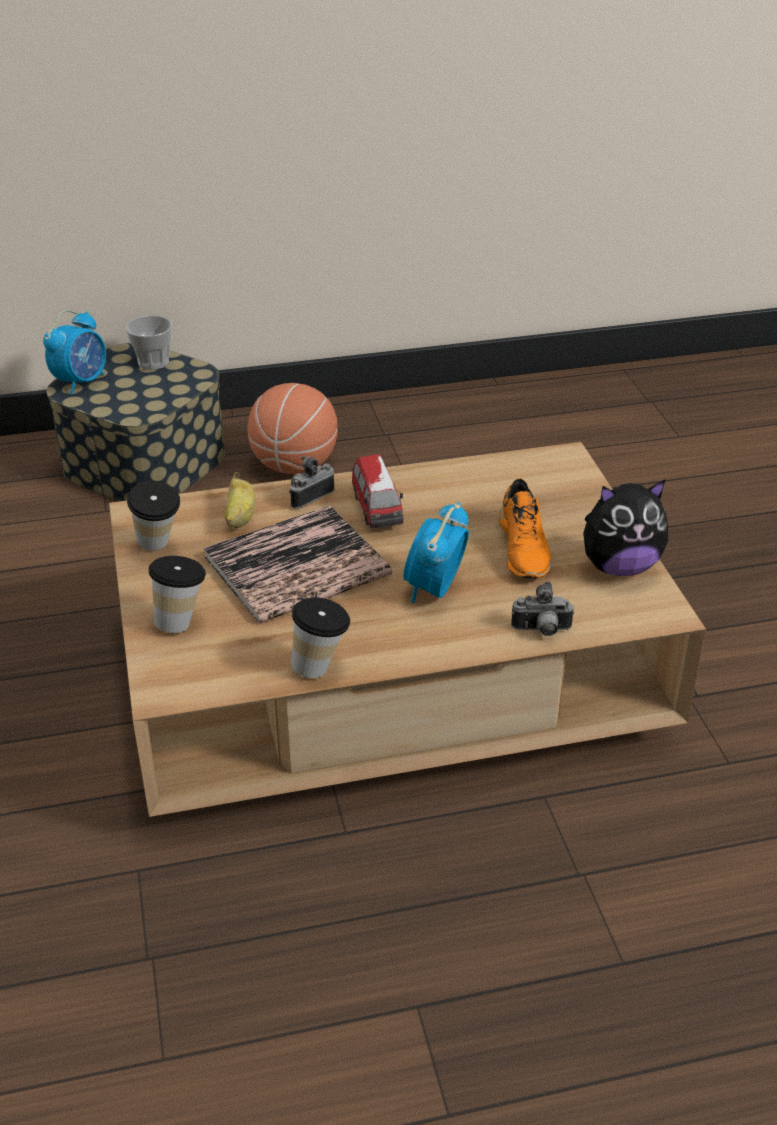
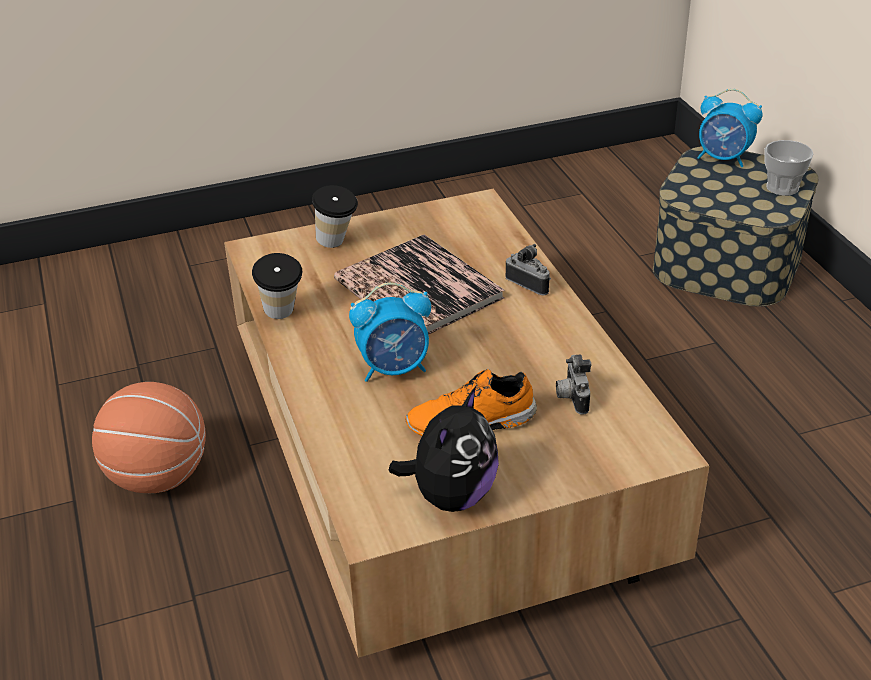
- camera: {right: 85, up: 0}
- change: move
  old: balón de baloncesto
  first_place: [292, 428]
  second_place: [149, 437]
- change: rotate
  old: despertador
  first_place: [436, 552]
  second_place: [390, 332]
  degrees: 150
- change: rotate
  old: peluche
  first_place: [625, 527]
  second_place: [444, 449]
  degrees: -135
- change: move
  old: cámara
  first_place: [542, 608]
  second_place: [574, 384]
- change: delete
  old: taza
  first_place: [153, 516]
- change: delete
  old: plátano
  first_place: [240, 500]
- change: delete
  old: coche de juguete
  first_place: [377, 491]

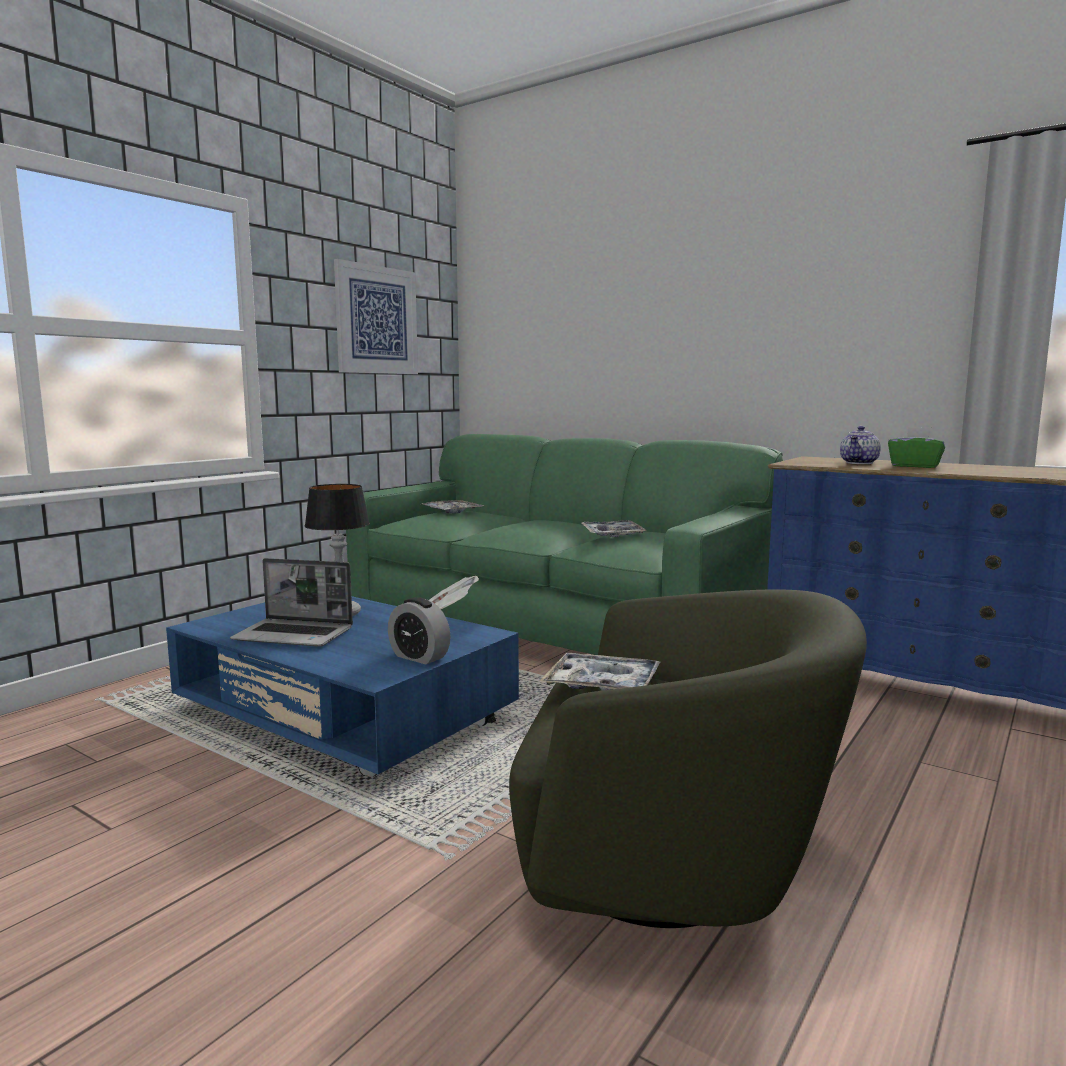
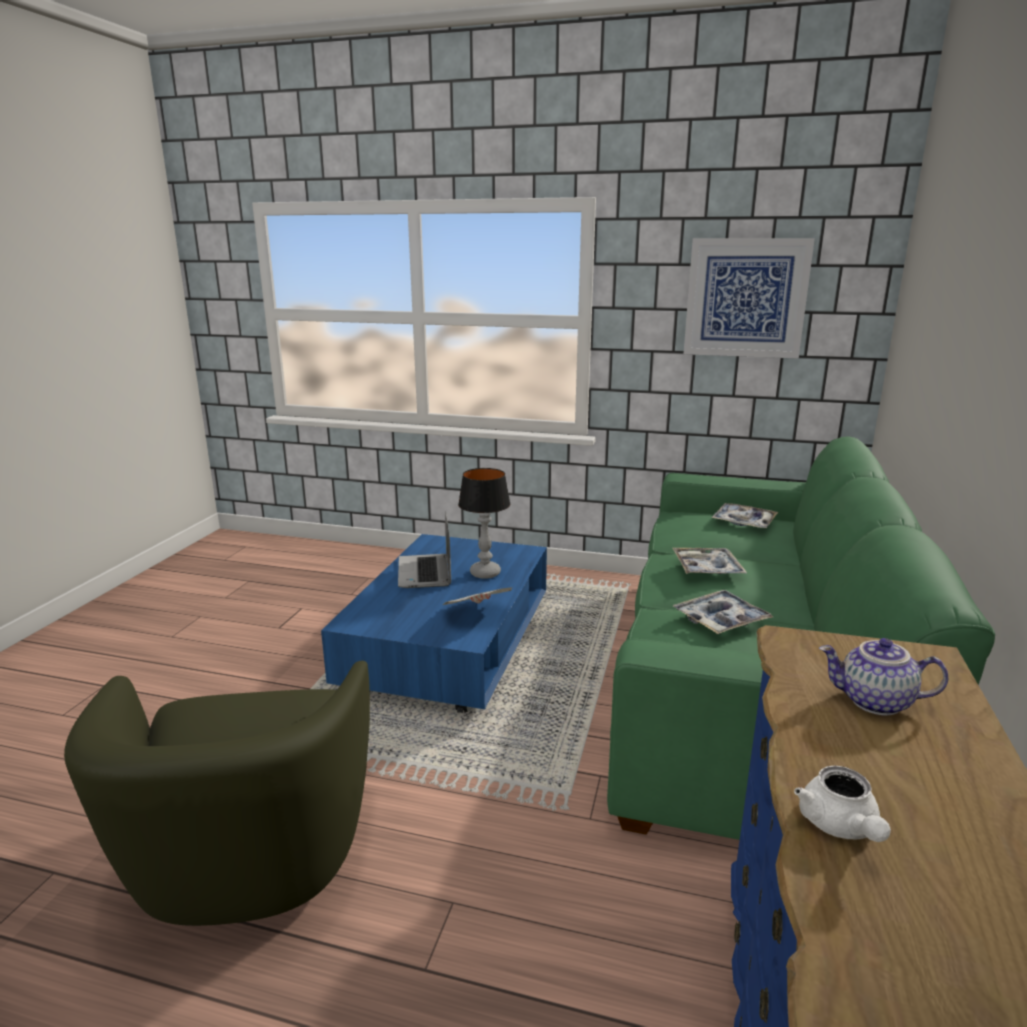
- camera: {right: 70, up: 10}
- change: move
  old: bandeja
  first_place: [600, 671]
  second_place: [709, 561]
- change: insert
  new: tetera (blanco)
  second_place: [842, 804]
- change: delete
  old: despertador
  first_place: [419, 630]
- change: delete
  old: caja de pañuelos (verde)
  first_place: [916, 447]

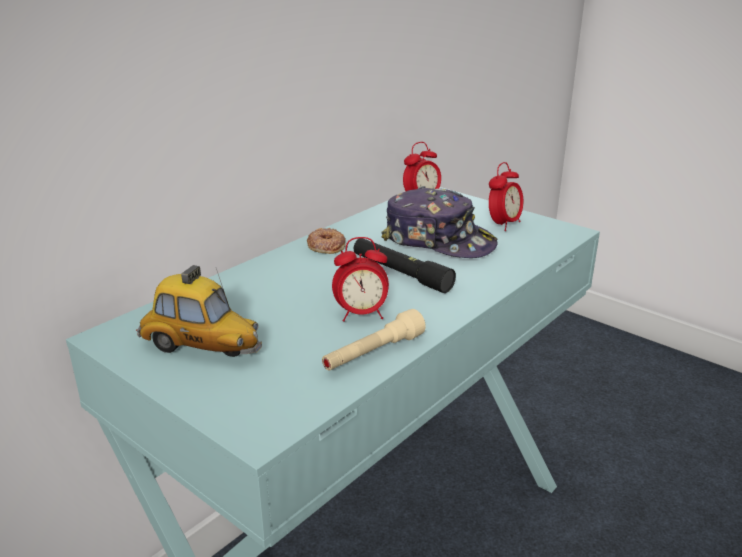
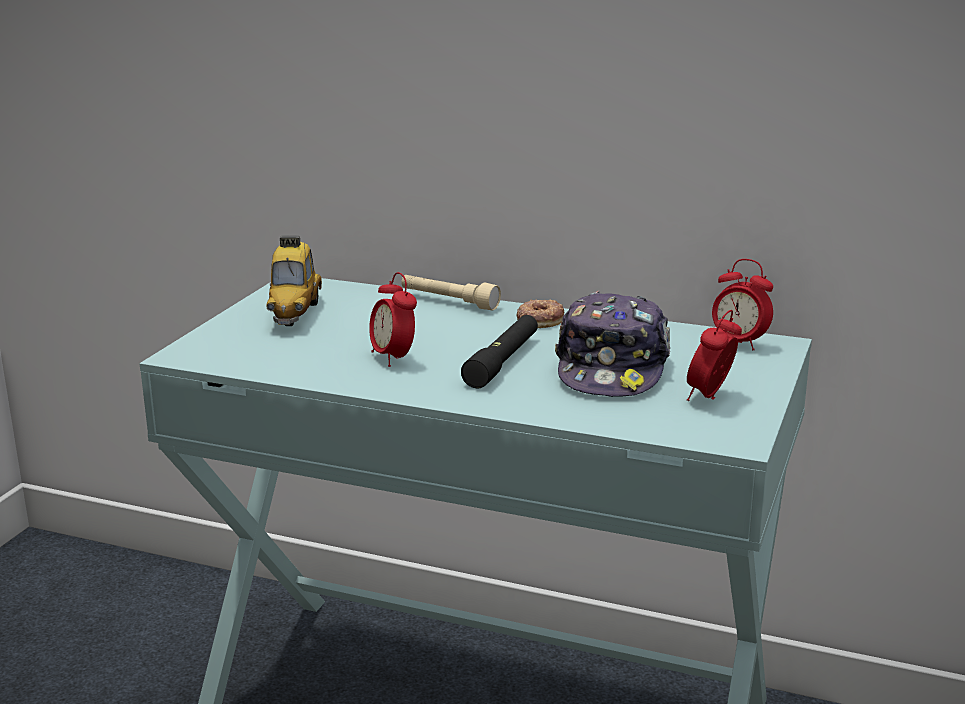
- camera: {right: 70, up: -5}
- change: move
  old: linterna (beis)
  first_place: [374, 339]
  second_place: [451, 292]
- change: rotate
  old: despertador
  first_place: [506, 196]
  second_place: [714, 355]
  degrees: 105

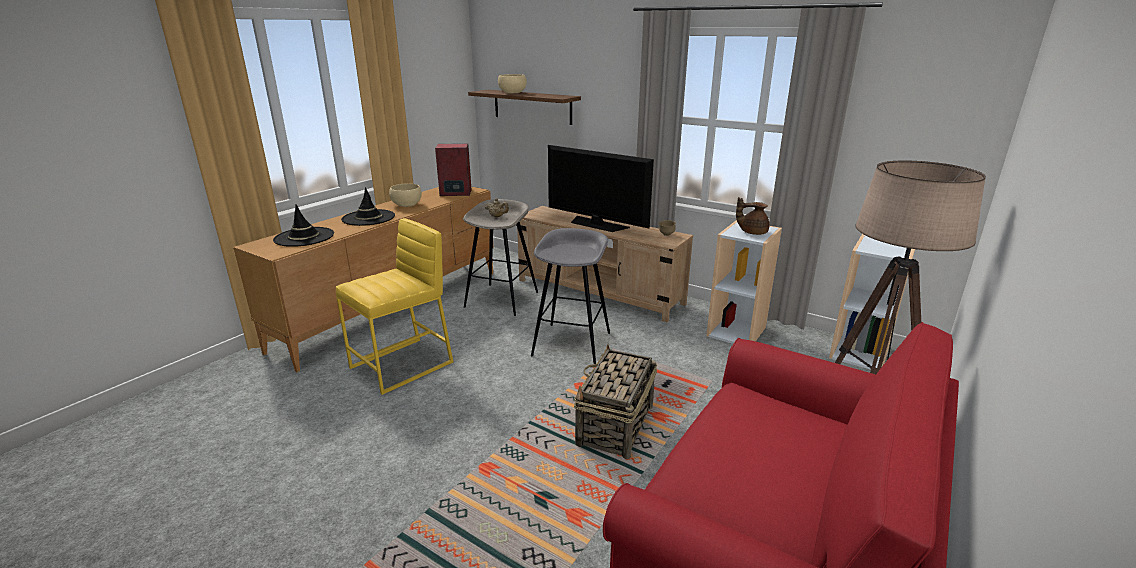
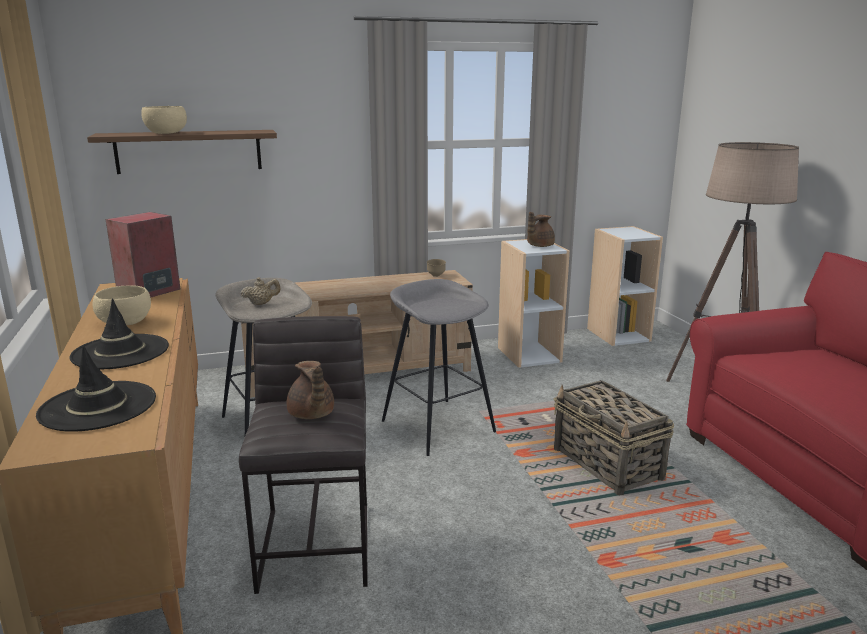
- camera: {right: -50, up: -5}
- change: recolor
  old: taburete (amarillo)
  new: taburete (gris)
  first_place: [394, 306]
  second_place: [303, 455]
- change: insert
  new: tetera (marrón)
  second_place: [310, 390]
- change: delete
  old: televisor
  first_place: [601, 188]

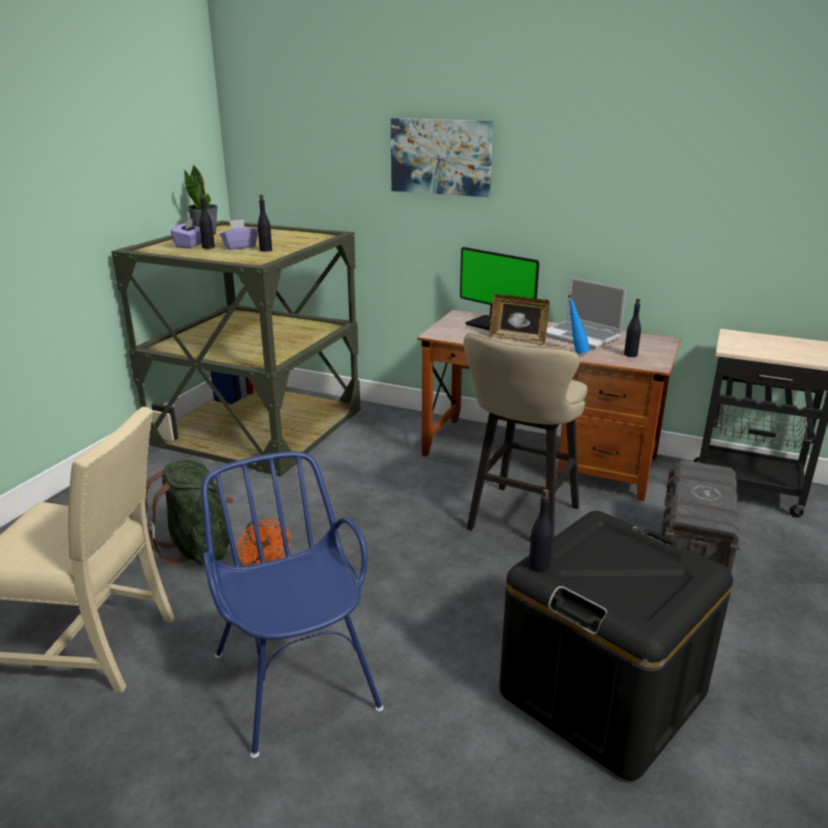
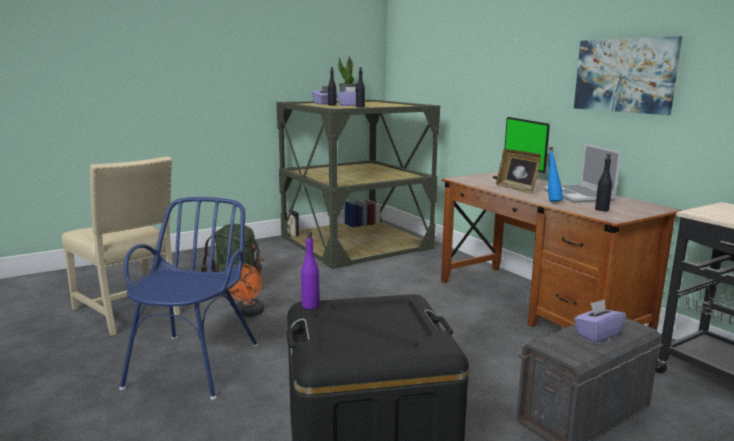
- camera: {right: 35, up: -10}
- change: recolor
  old: botella (negro)
  new: botella (morado)
  first_place: [541, 530]
  second_place: [310, 270]
- change: move
  old: cuadro
  first_place: [442, 157]
  second_place: [628, 75]
- change: insert
  new: caja de pañuelos (morado)
  second_place: [600, 321]
- change: delete
  old: taburete (beis)
  first_place: [525, 435]

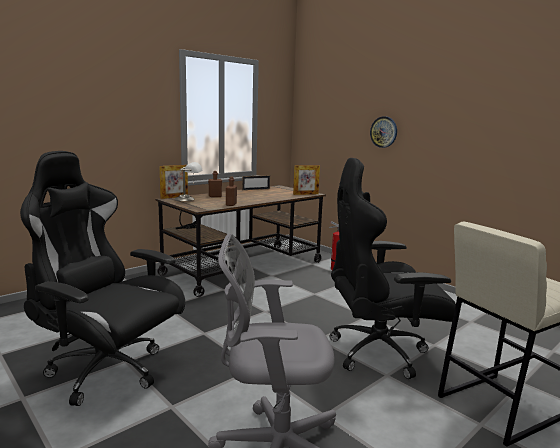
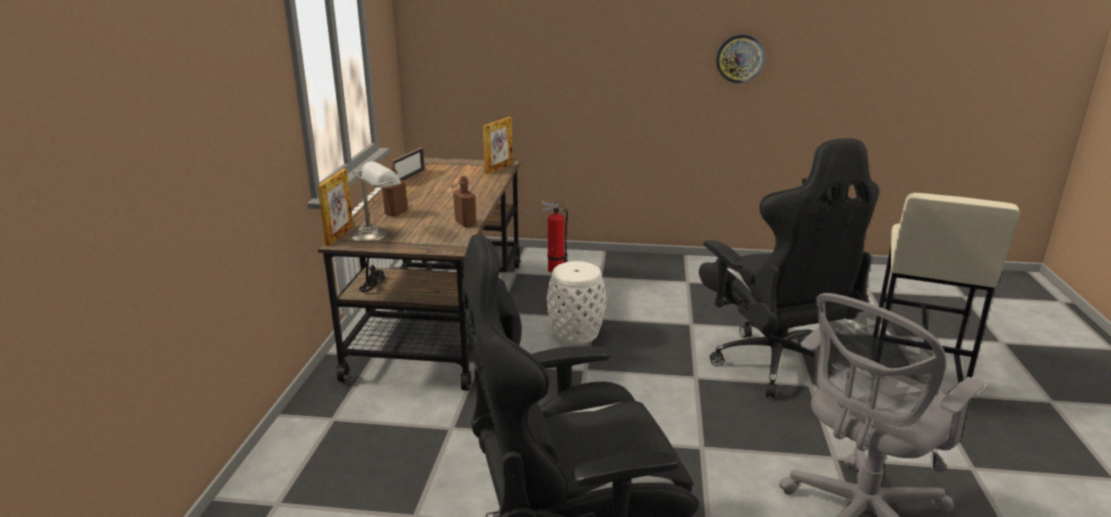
- camera: {right: -40, up: 10}
- change: insert
  new: taburete (blanco)
  second_place: [576, 302]
- change: rotate
  old: silla de oficina (negro)
  first_place: [393, 268]
  second_place: [789, 268]
  degrees: -60
- change: move
  old: reloj de pared
  first_place: [383, 132]
  second_place: [740, 58]

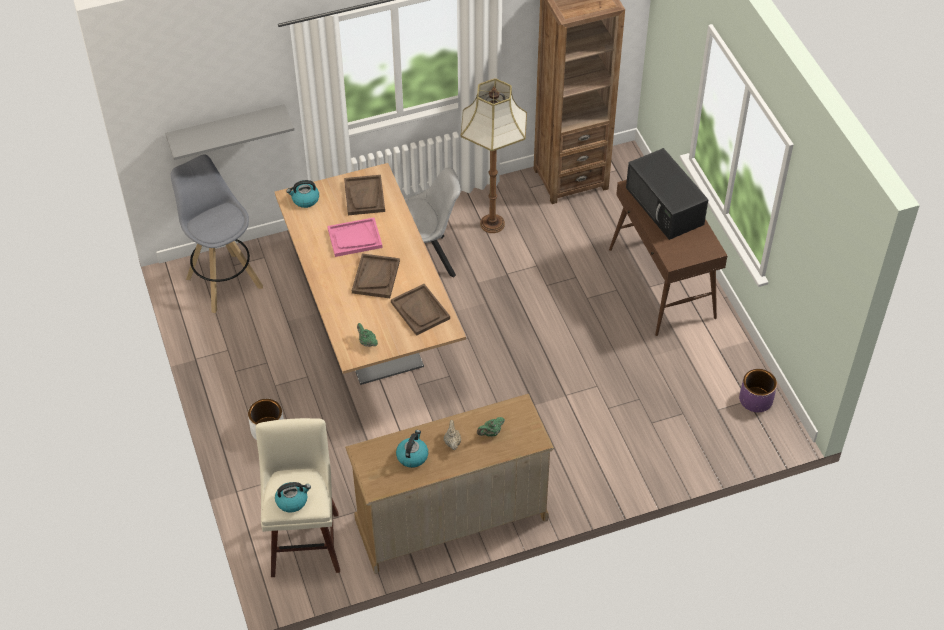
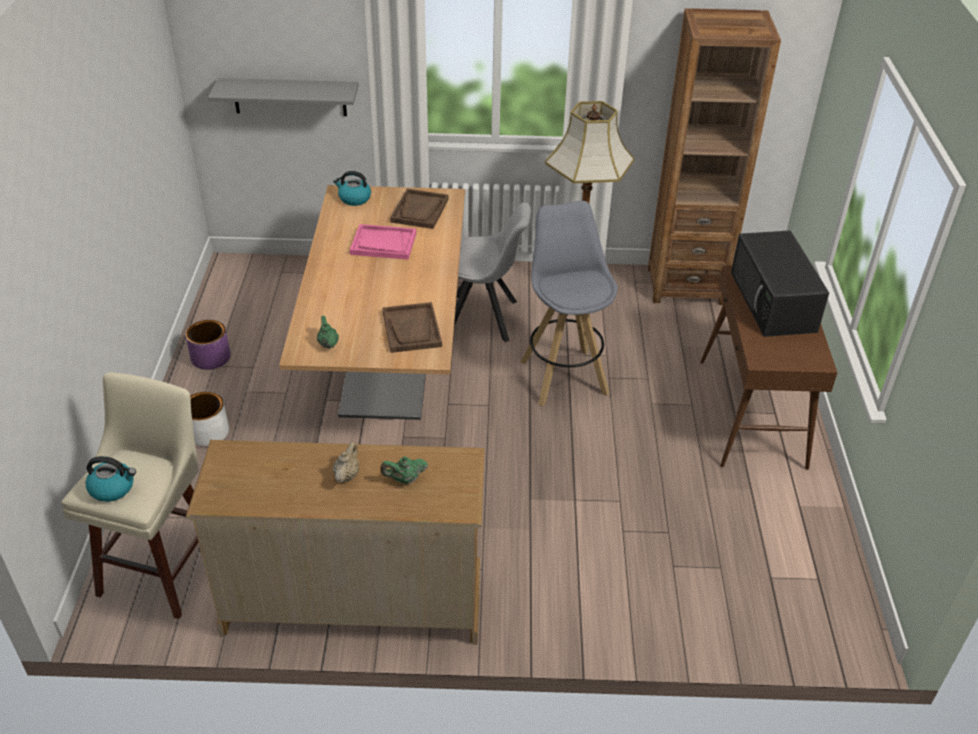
- camera: {right: 20, up: -10}
- change: move
  old: maceta (morado)
  first_place: [758, 391]
  second_place: [208, 345]
- change: move
  old: taburete (gris)
  first_place: [217, 233]
  second_place: [569, 304]
- change: delete
  old: bandeja (marrón)
  first_place: [376, 275]
- change: delete
  old: hervidor
  first_place: [412, 449]

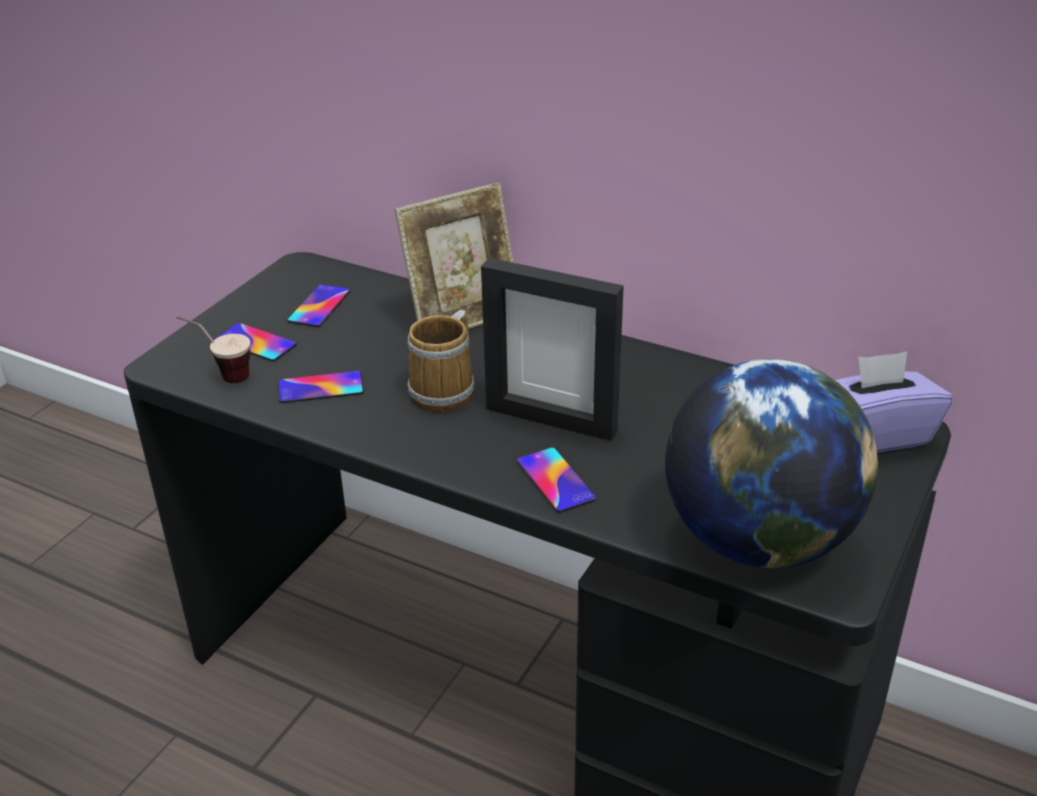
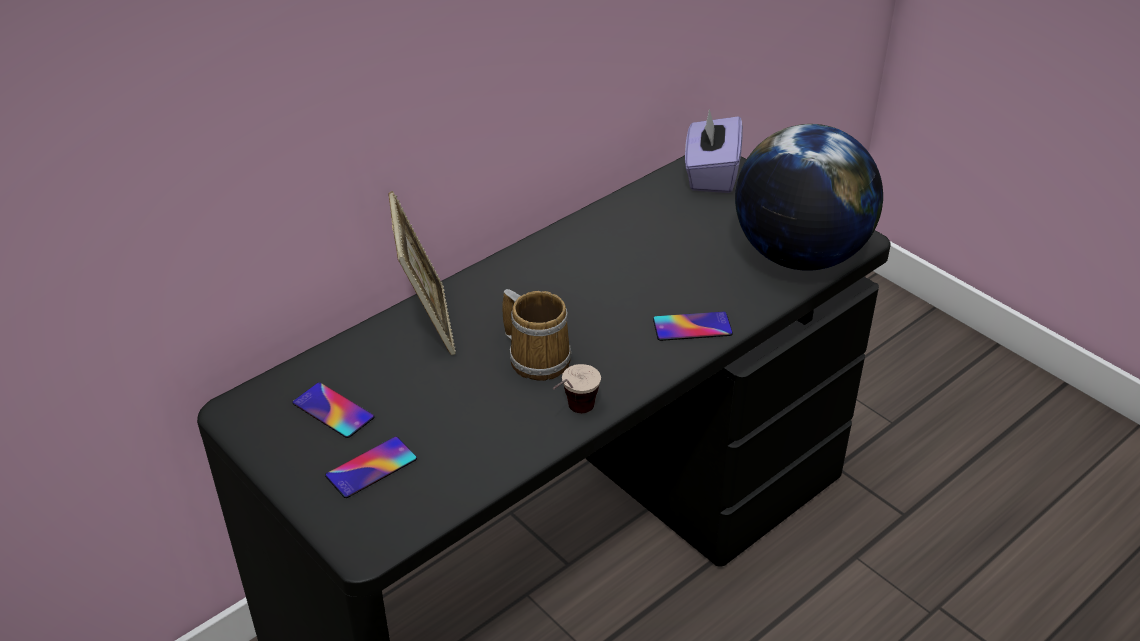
- camera: {right: -70, up: 5}
- change: move
  old: taza
  first_place: [213, 349]
  second_place: [577, 388]
- change: delete
  old: móvil
  first_place: [321, 387]
- change: delete
  old: portarretratos
  first_place: [552, 349]

